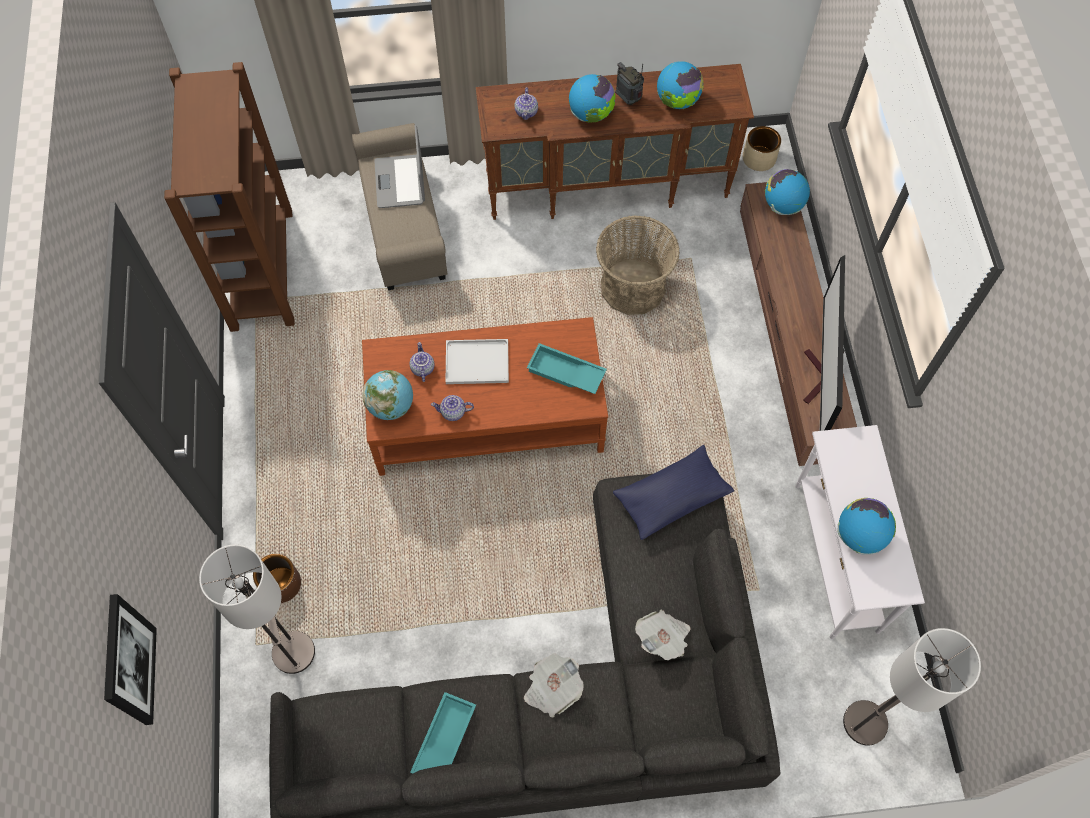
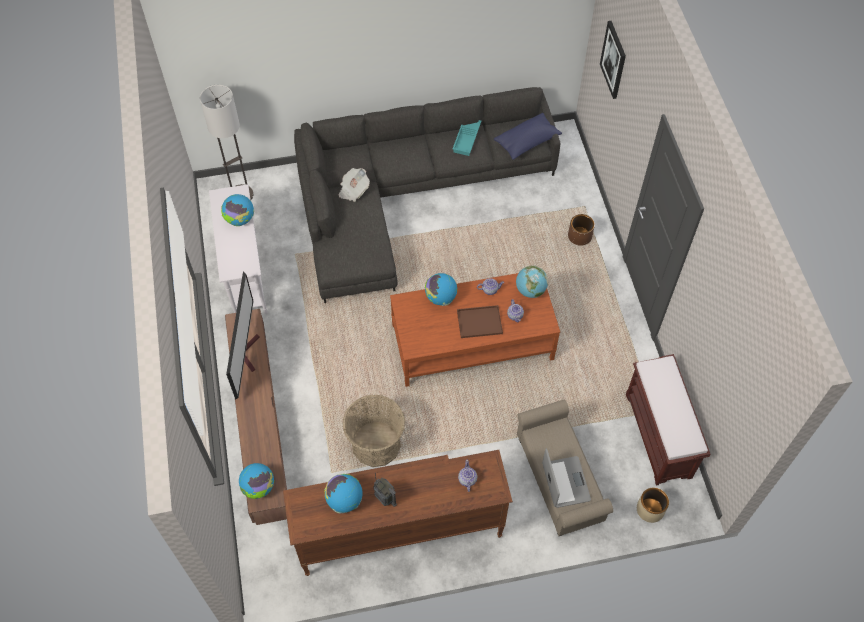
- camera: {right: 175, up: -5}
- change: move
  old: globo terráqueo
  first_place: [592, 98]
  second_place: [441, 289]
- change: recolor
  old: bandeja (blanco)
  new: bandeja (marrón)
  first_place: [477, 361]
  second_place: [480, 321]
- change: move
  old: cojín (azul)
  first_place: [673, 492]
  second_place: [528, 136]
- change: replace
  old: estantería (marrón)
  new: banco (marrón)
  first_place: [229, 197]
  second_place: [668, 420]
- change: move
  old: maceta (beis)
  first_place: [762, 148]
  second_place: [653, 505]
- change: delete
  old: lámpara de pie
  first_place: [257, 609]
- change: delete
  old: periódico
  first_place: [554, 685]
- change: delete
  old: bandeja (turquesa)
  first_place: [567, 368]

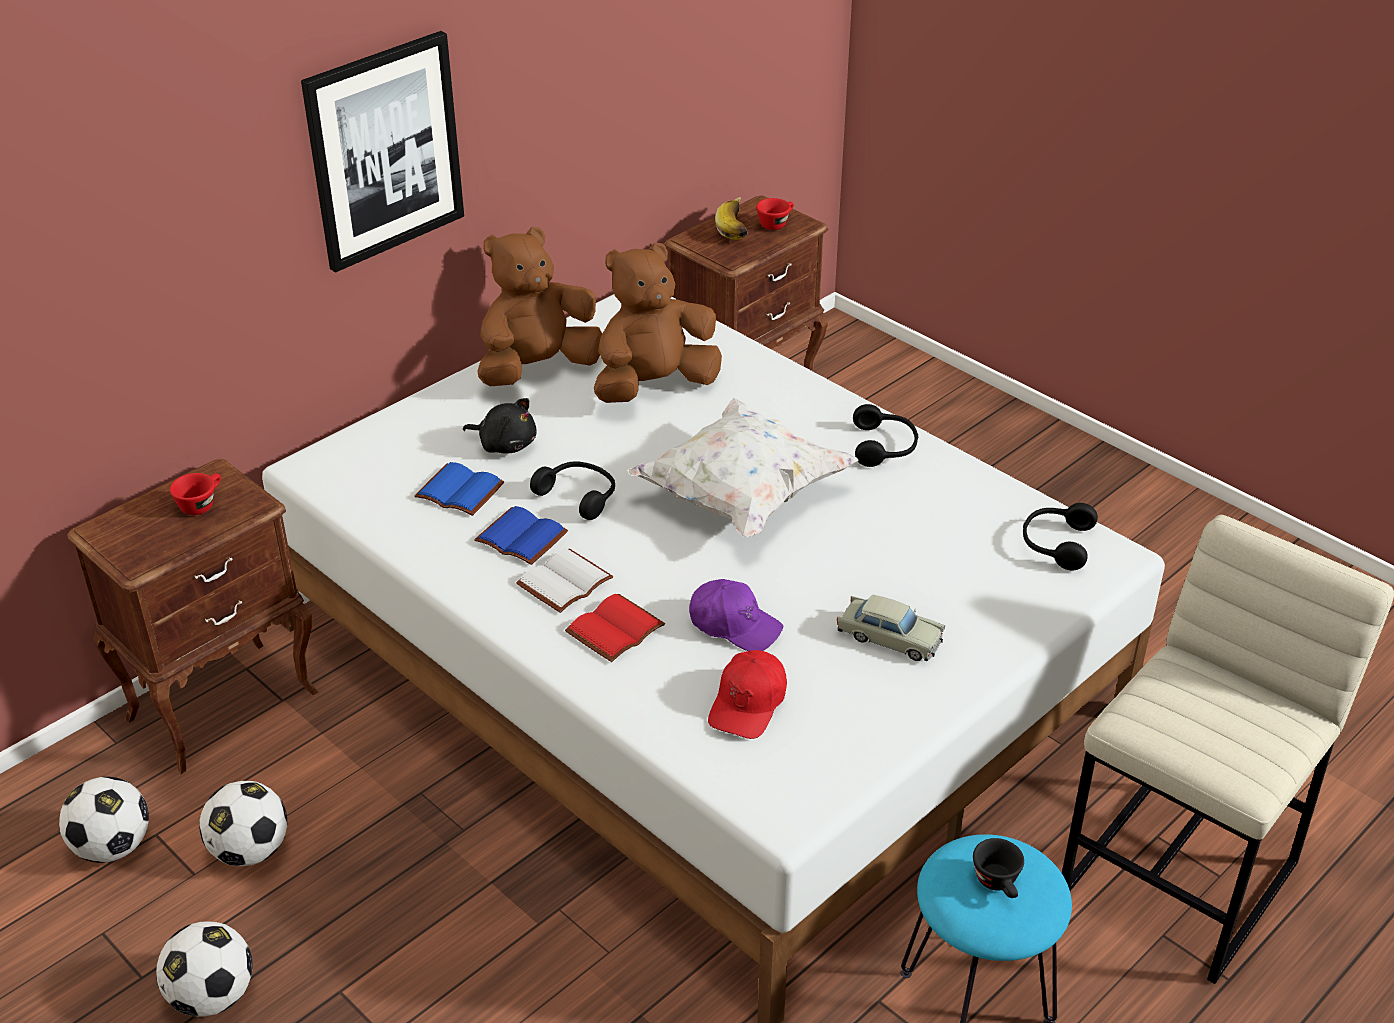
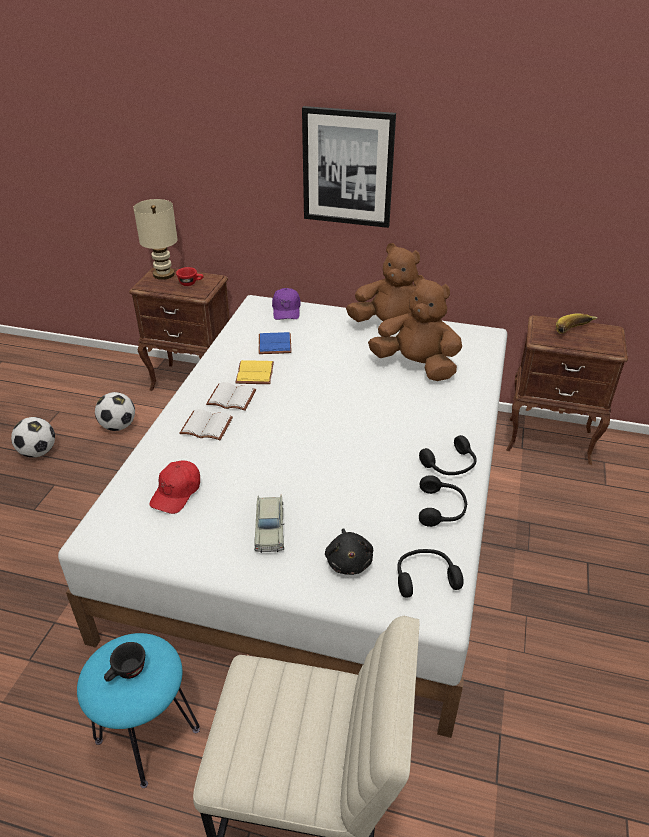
- camera: {right: 60, up: 0}
- change: insert
  new: lámpara de mesa (beis)
  second_place: [155, 239]
- change: rotate
  old: gorra (rojo)
  first_place: [747, 694]
  second_place: [174, 487]
  degrees: -60
- change: recolor
  old: libro (rojo)
  new: libro (blanco)
  first_place: [615, 628]
  second_place: [206, 424]
- change: recolor
  old: libro (azul)
  new: libro (amarillo)
  first_place: [521, 535]
  second_place: [255, 372]
- change: move
  old: gorra (morado)
  first_place: [736, 615]
  second_place: [286, 304]
- change: move
  old: peluche (negro)
  first_place: [500, 426]
  second_place: [349, 551]
- change: move
  old: auriculares (negro)
  first_place: [572, 490]
  second_place: [443, 501]
- change: delete
  old: balón de fútbol
  first_place: [104, 820]
- change: delete
  old: cojín (blanco)
  first_place: [743, 467]
- change: delete
  old: taza (rojo)
  first_place: [775, 214]

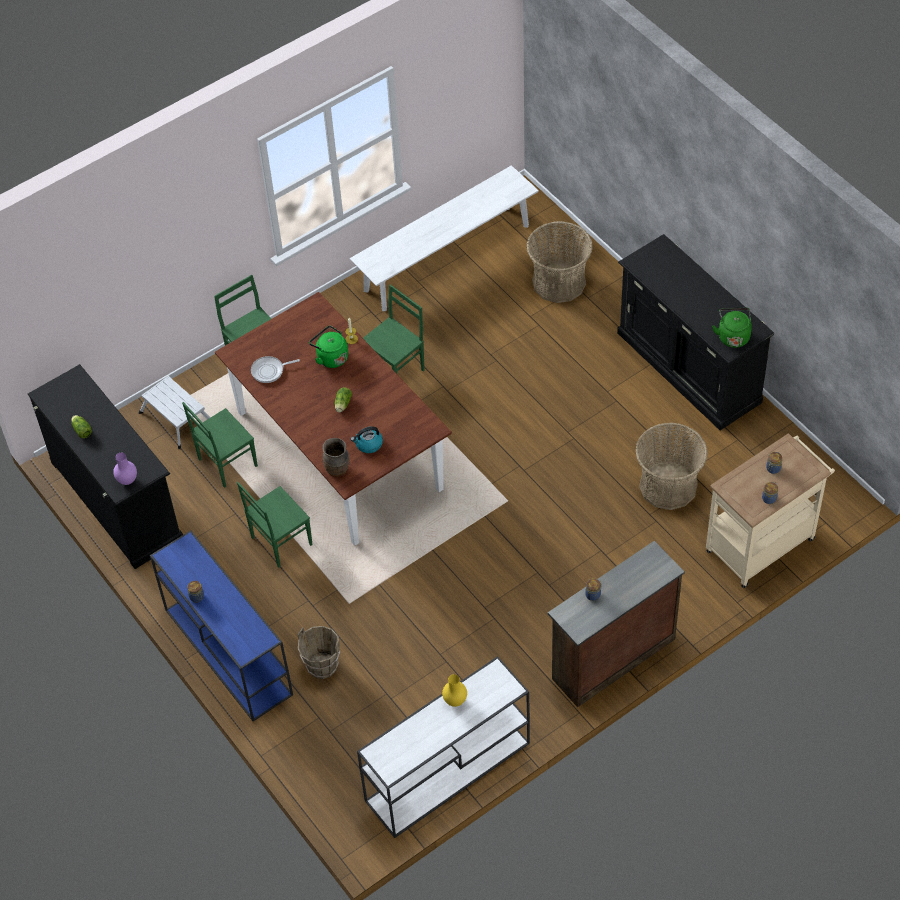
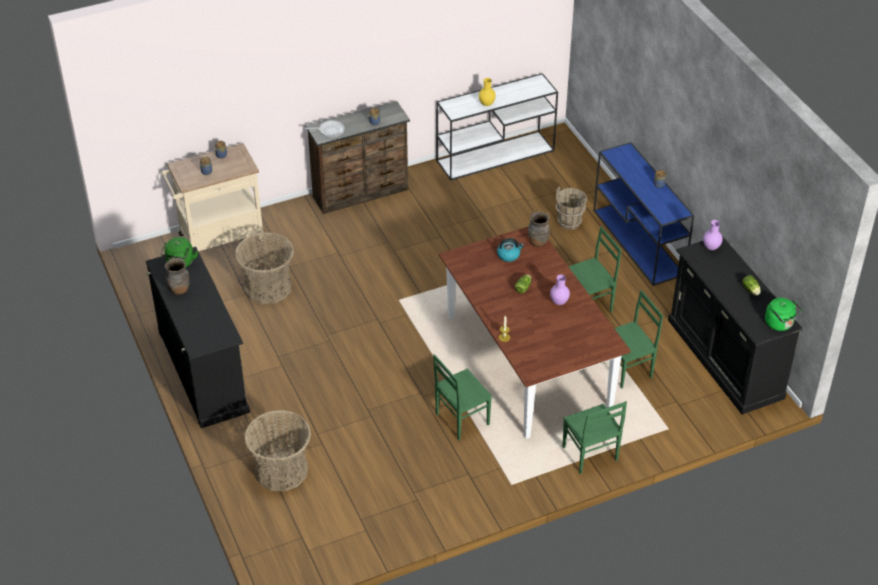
- camera: {right: -170, up: -10}
- change: insert
  new: florero (marrón)
  second_place: [177, 276]
- change: move
  old: sartén
  first_place: [275, 369]
  second_place: [325, 129]
- change: insert
  new: florero (morado)
  second_place: [560, 290]
- change: move
  old: hervidor (verde)
  first_place: [328, 347]
  second_place: [784, 314]
- change: delete
  old: escalera de tijera (blanco)
  first_place: [174, 412]
- change: delete
  old: banco (blanco)
  first_place: [444, 238]

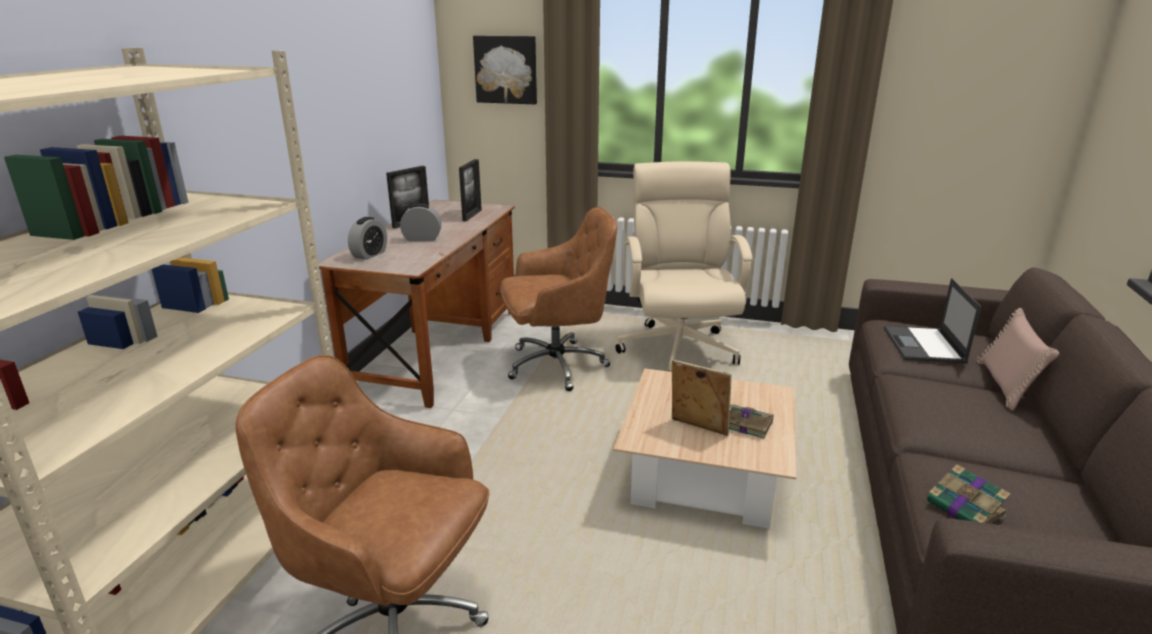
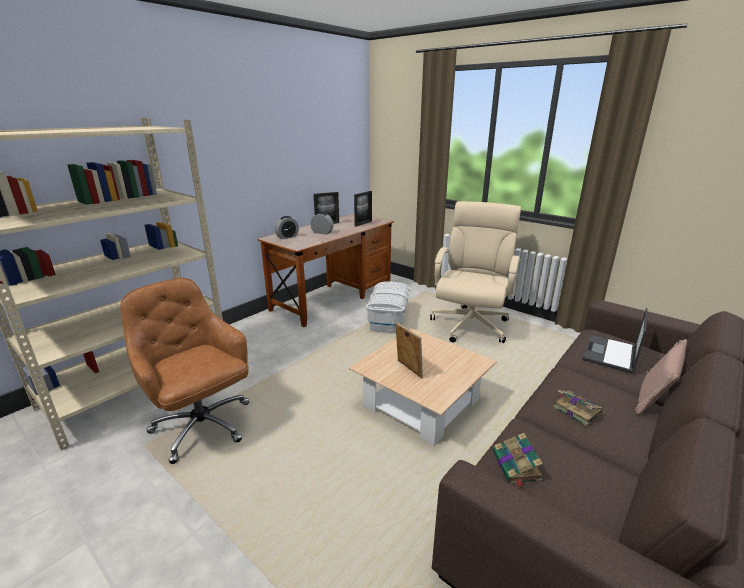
- camera: {right: 25, up: 0}
- change: replace
  old: silla de oficina (marrón)
  new: caja de almacenaje (blanco)
  first_place: [558, 299]
  second_place: [388, 308]
- change: move
  old: libro
  first_place: [751, 421]
  second_place: [578, 408]
- change: delete
  old: cuadro
  first_place: [505, 70]

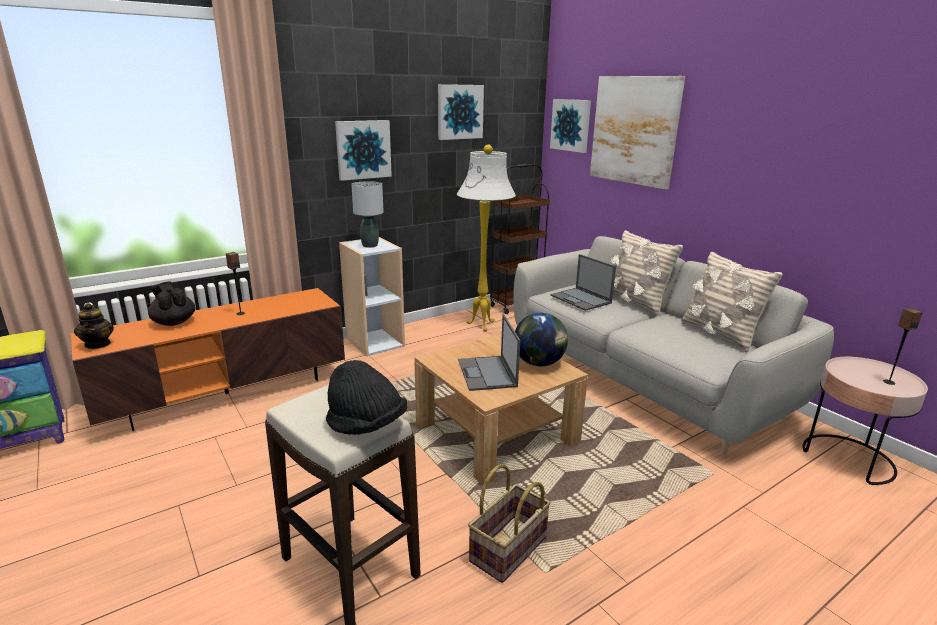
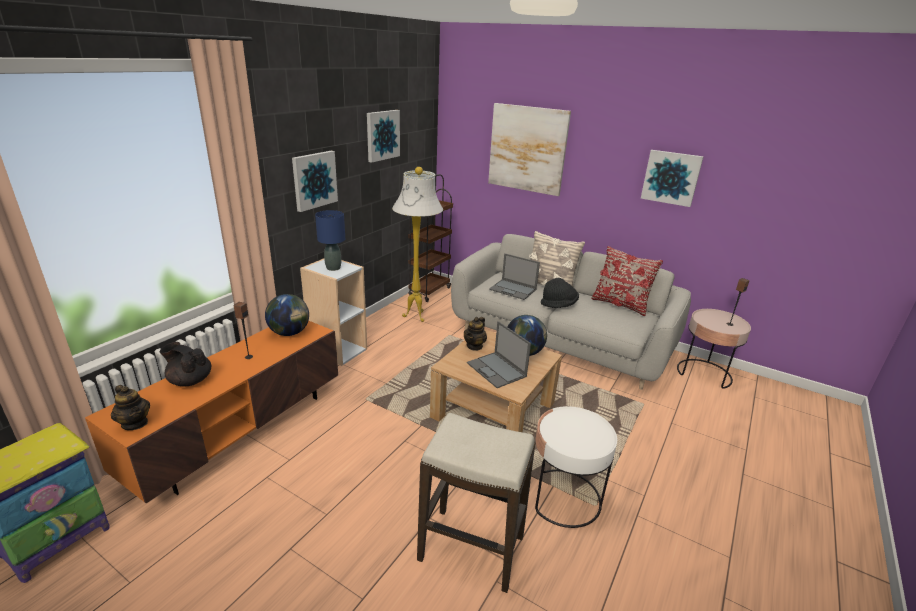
- camera: {right: -25, up: 5}
- change: insert
  new: globo terráqueo
  second_place: [287, 315]
- change: recolor
  old: lámpara de mesa (gris)
  new: lámpara de mesa (azul)
  first_place: [367, 214]
  second_place: [330, 240]
- change: insert
  new: tetera
  second_place: [475, 334]
- change: replace
  old: cesta
  new: mesa auxiliar (blanco)
  first_place: [509, 523]
  second_place: [576, 467]
- change: move
  old: sombrero (negro)
  first_place: [366, 397]
  second_place: [560, 293]
- change: recolor
  old: cojín (beis)
  new: cojín (rojo)
  first_place: [732, 302]
  second_place: [627, 281]
- change: move
  old: cuadro
  first_place: [570, 126]
  second_place: [672, 178]

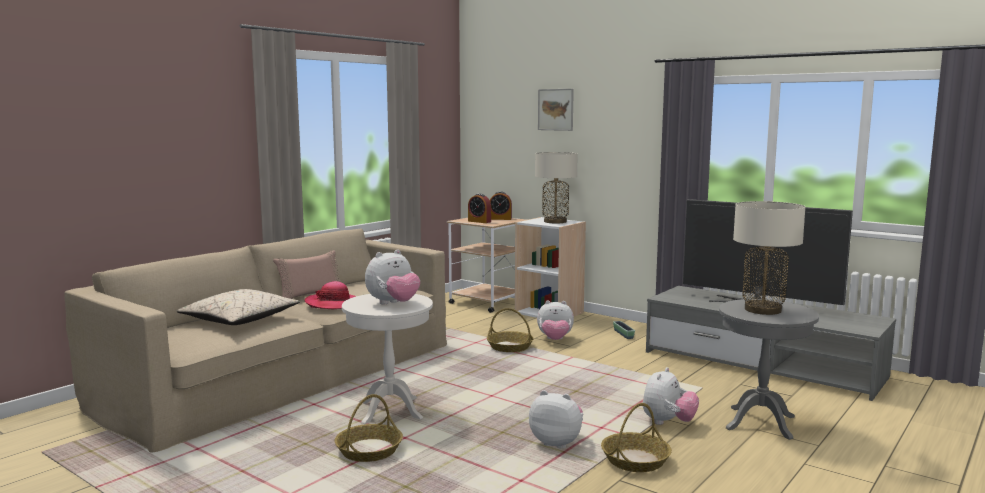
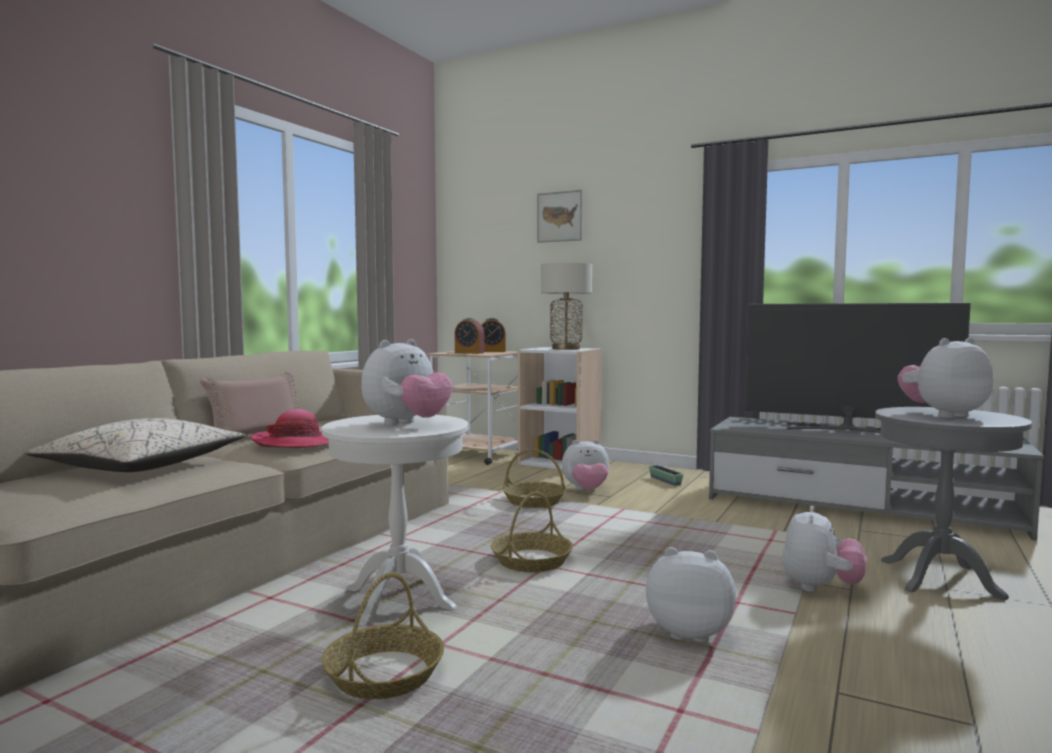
- camera: {right: -10, up: -5}
- change: move
  old: cesta
  first_place: [636, 437]
  second_place: [532, 531]
- change: replace
  old: lámpara de mesa
  new: peluche
  first_place: [769, 258]
  second_place: [945, 378]

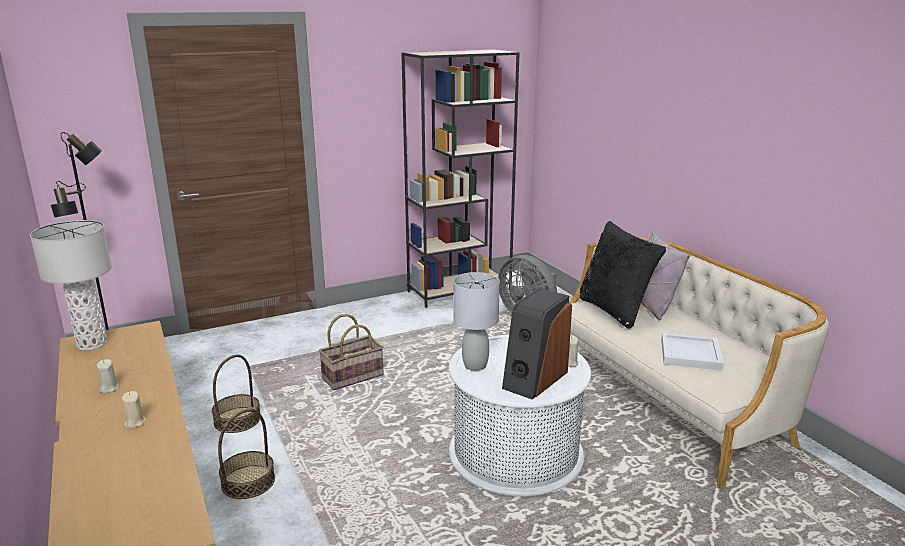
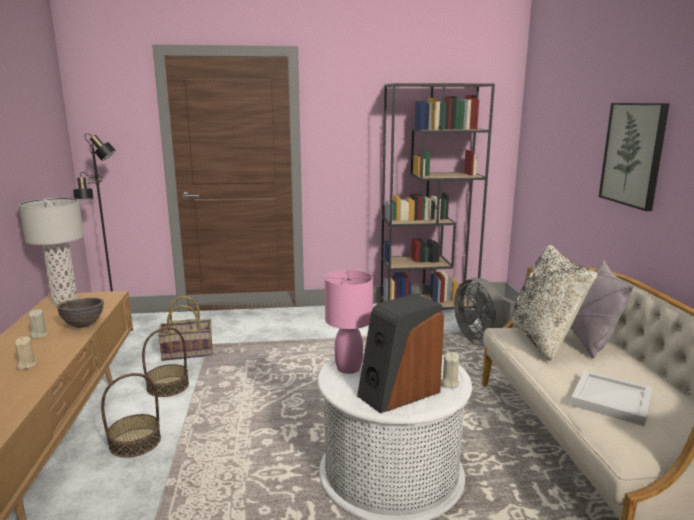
- camera: {right: 20, up: -5}
- change: insert
  new: cuenco (marrón)
  second_place: [80, 313]
- change: move
  old: cesta
  first_place: [351, 352]
  second_place: [185, 328]
- change: recolor
  old: lámpara de mesa (gris)
  new: lámpara de mesa (rosa)
  first_place: [476, 321]
  second_place: [349, 322]
- change: recolor
  old: cojín (negro)
  new: cojín (beis)
  first_place: [622, 274]
  second_place: [554, 303]
- change: insert
  new: cuadro
  second_place: [634, 157]

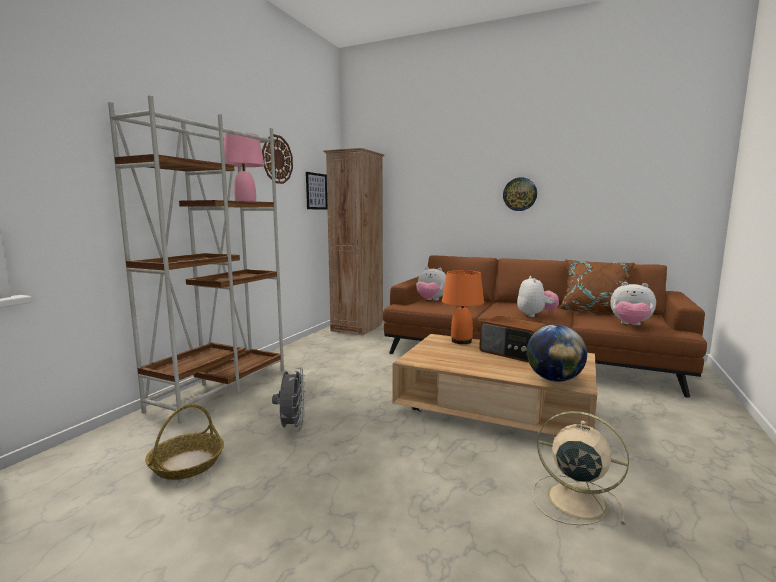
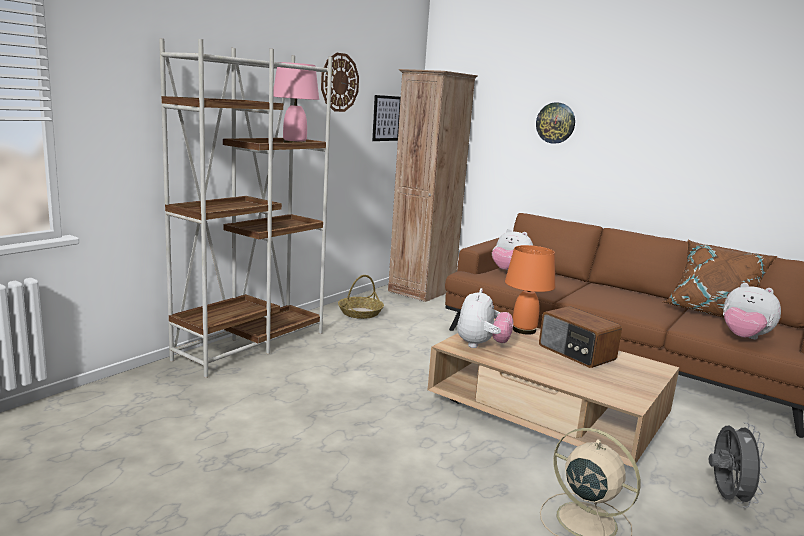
- camera: {right: 10, up: 5}
- change: move
  old: cesta
  first_place: [184, 442]
  second_place: [361, 297]
- change: move
  old: peluche
  first_place: [538, 296]
  second_place: [485, 318]
- change: move
  old: reloj de pared
  first_place: [520, 194]
  second_place: [555, 123]
- change: move
  old: ventilador (gris)
  first_place: [289, 399]
  second_place: [738, 465]
- change: delete
  old: globo terráqueo
  first_place: [557, 353]

